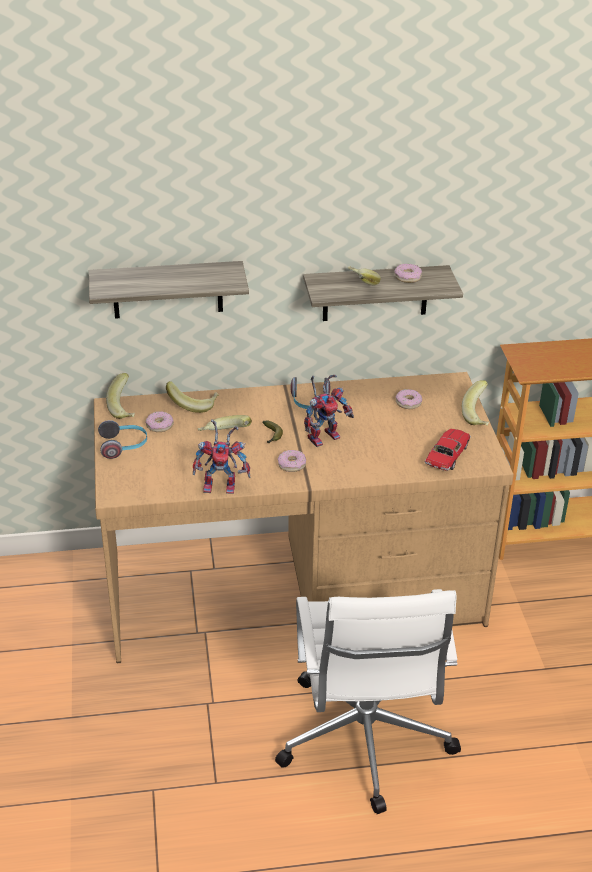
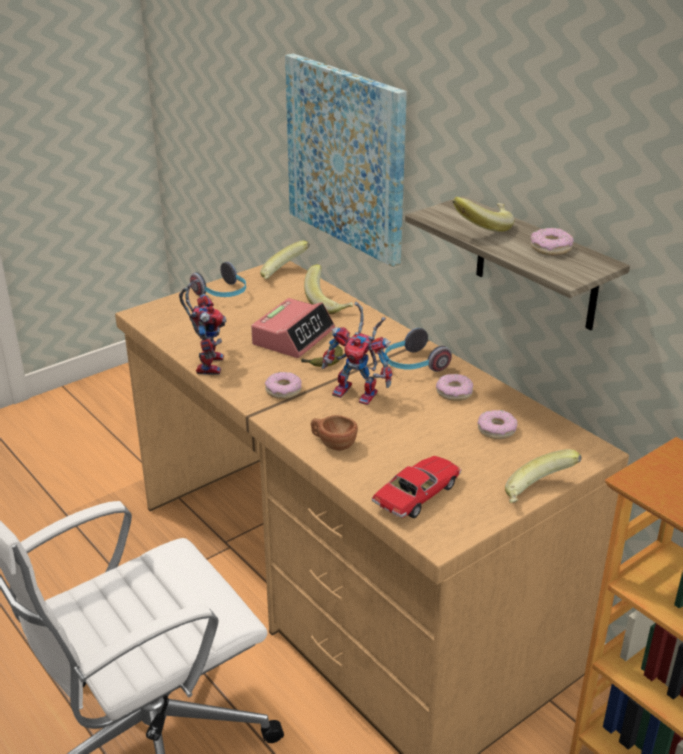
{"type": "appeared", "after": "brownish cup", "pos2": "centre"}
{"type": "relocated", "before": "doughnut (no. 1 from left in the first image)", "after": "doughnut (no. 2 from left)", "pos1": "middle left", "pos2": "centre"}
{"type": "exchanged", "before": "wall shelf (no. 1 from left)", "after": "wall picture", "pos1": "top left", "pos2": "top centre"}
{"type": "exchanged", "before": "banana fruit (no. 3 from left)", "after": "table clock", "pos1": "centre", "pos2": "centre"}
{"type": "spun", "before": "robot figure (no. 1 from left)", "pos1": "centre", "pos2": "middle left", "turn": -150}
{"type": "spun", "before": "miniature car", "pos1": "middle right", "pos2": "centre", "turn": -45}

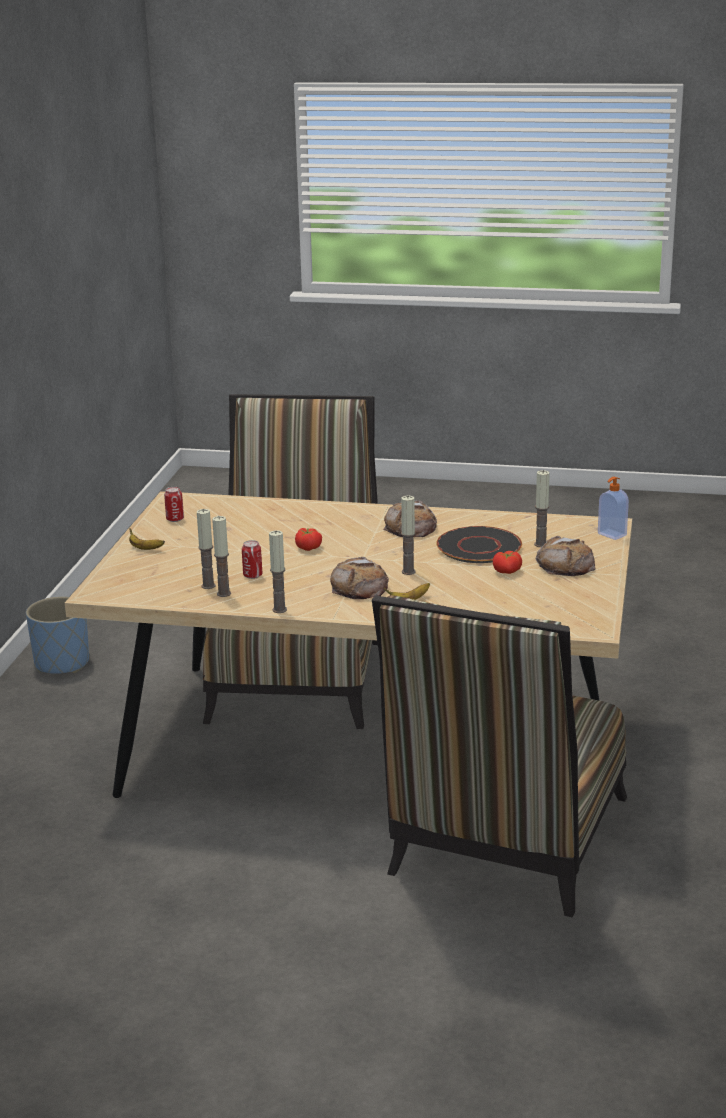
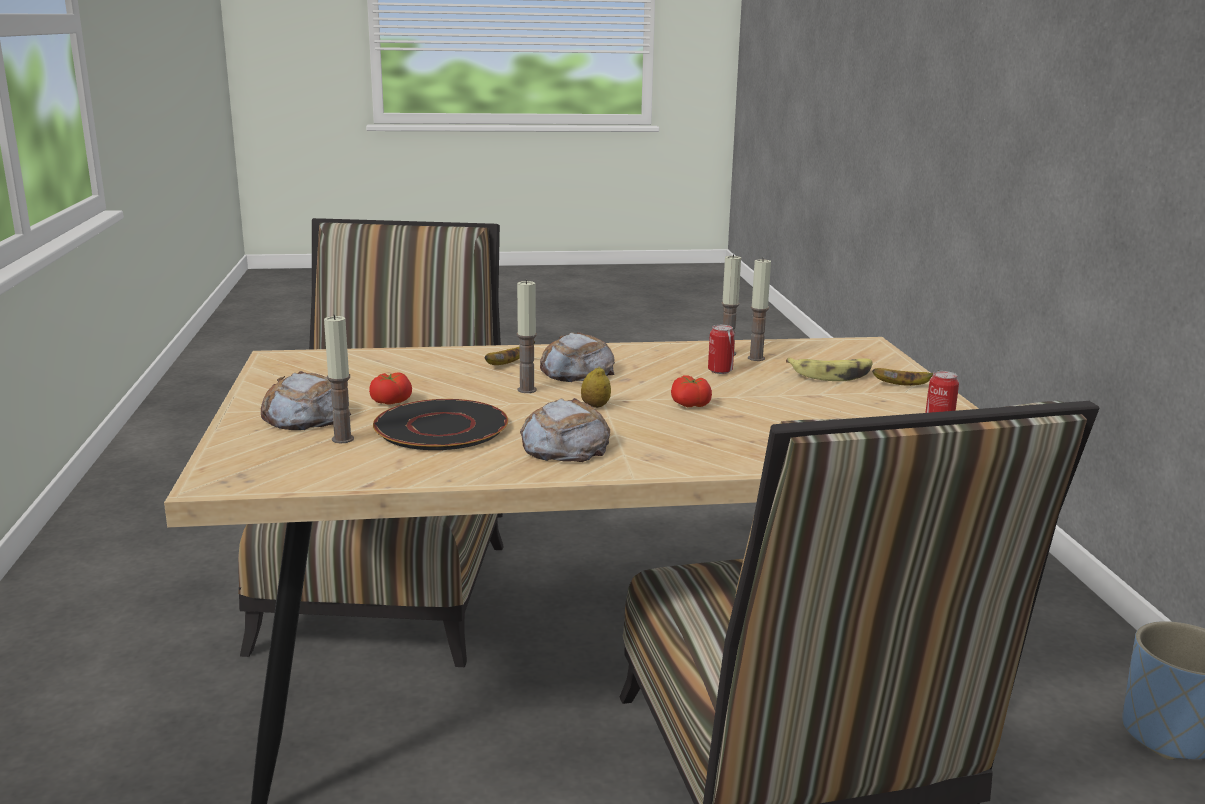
{"type": "missing", "before": "wax candle (no. 3 from left)", "pos1": "centre"}
{"type": "missing", "before": "soap bottle", "pos1": "middle right"}
{"type": "appeared", "after": "citrus fruit", "pos2": "centre"}
{"type": "appeared", "after": "banana fruit (no. 2 from left)", "pos2": "middle right"}

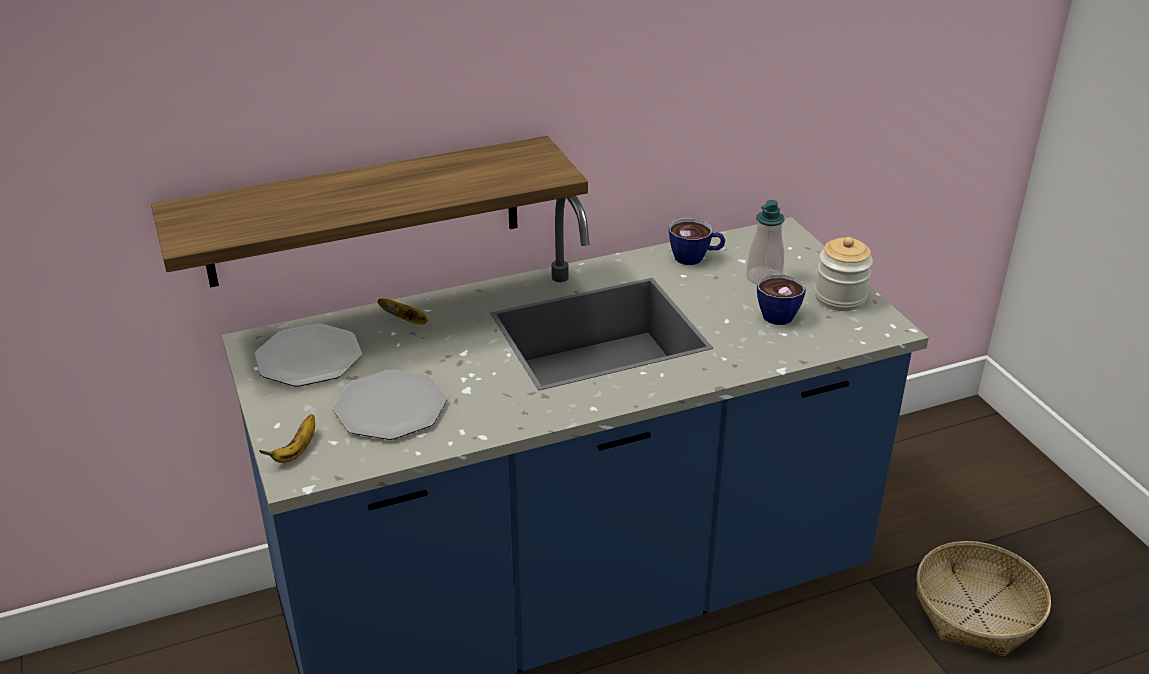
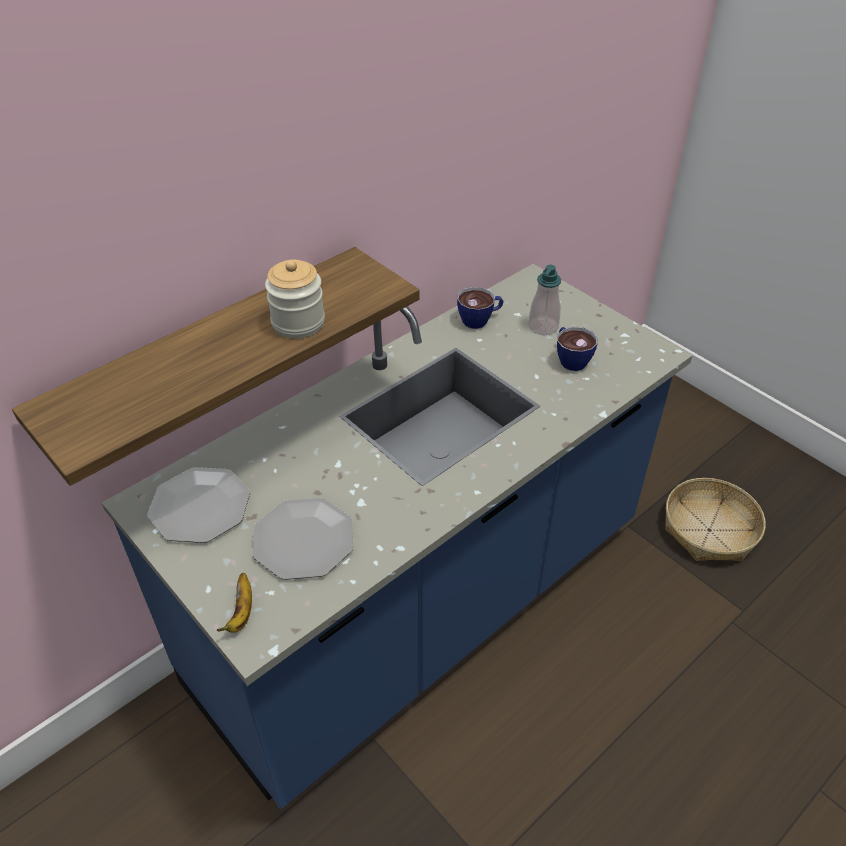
{"type": "missing", "before": "banana fruit (no. 2 from left)", "pos1": "centre"}
{"type": "relocated", "before": "jar", "pos1": "middle right", "pos2": "centre"}

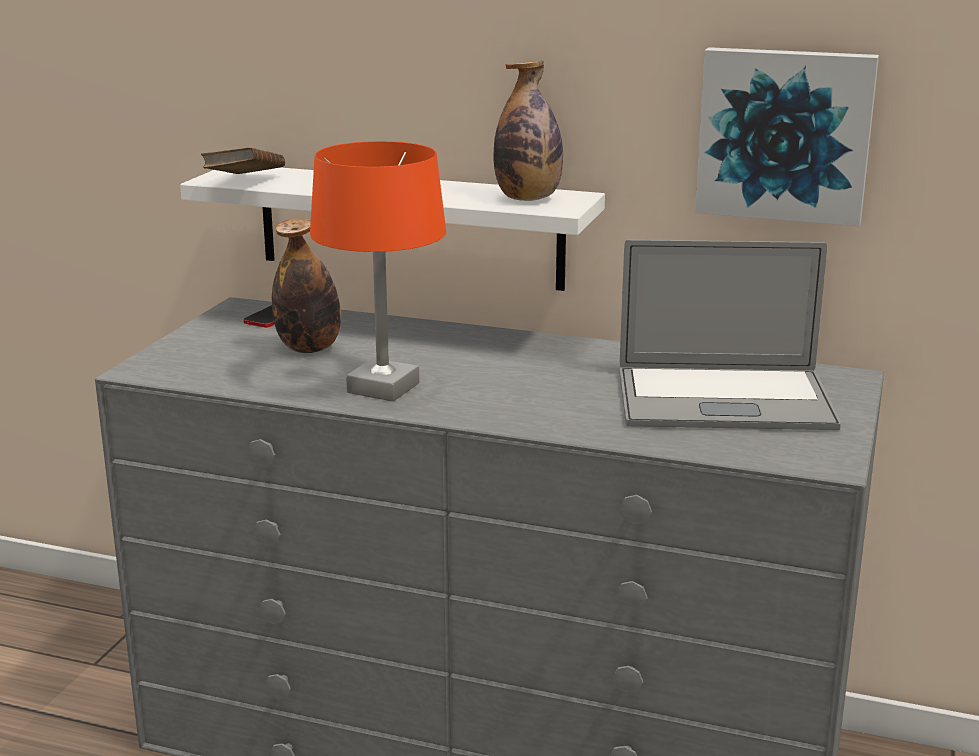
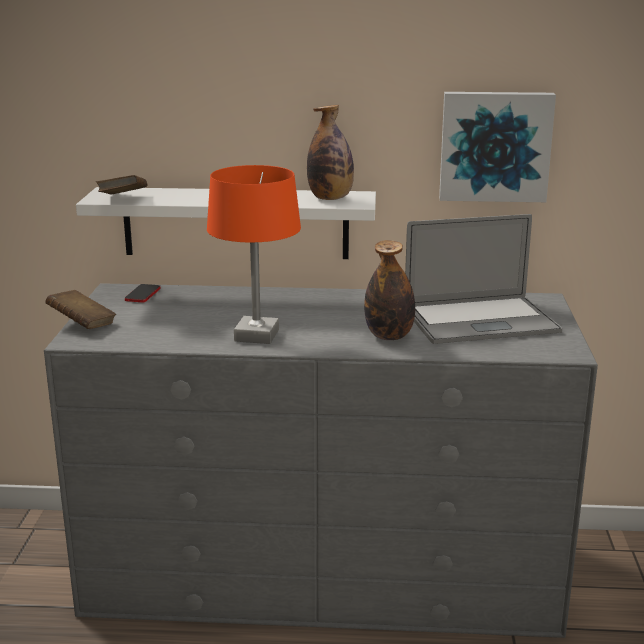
{"type": "appeared", "after": "brownish book (no. 1 from left)", "pos2": "middle left"}
{"type": "relocated", "before": "drink bottle (no. 1 from left in the first image)", "after": "drink bottle (no. 2 from left)", "pos1": "middle left", "pos2": "centre"}

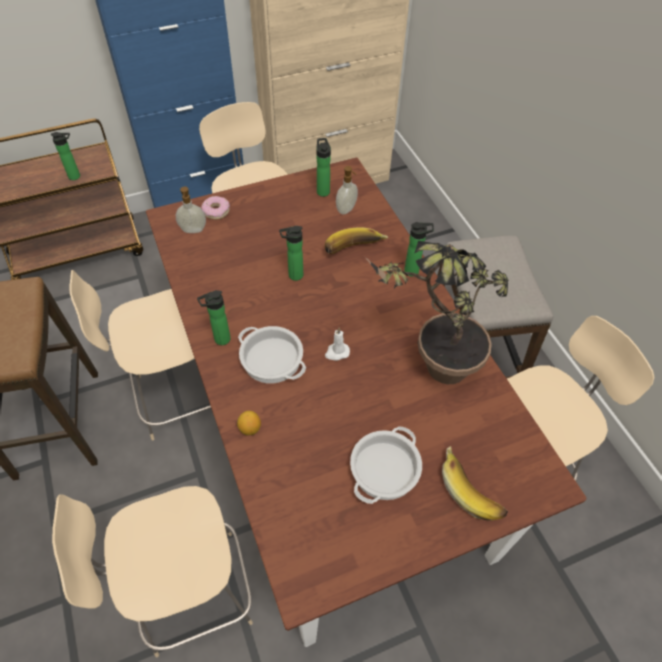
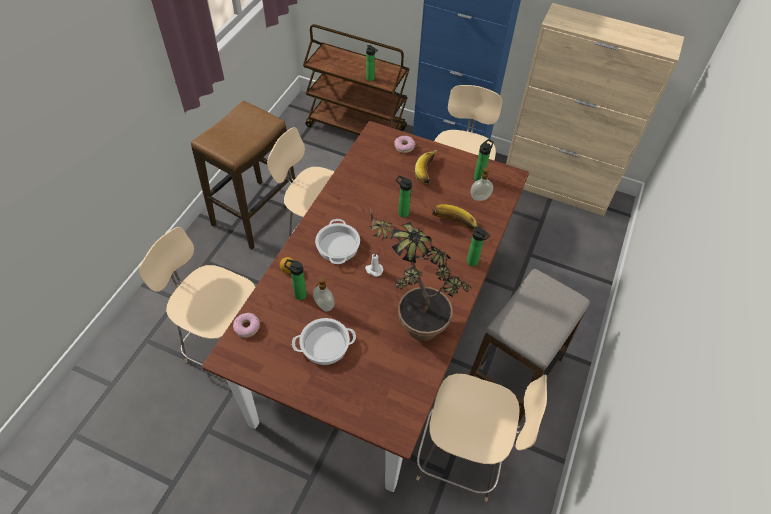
{"type": "appeared", "after": "doughnut (no. 1 from left)", "pos2": "middle left"}
{"type": "relocated", "before": "soap bottle (no. 1 from left)", "pos1": "top left", "pos2": "centre"}
{"type": "relocated", "before": "drink bottle (no. 2 from left in the first image)", "after": "drink bottle (no. 1 from left)", "pos1": "middle left", "pos2": "centre"}
{"type": "relocated", "before": "banana fruit (no. 2 from left in the first image)", "after": "banana fruit (no. 1 from left)", "pos1": "bottom right", "pos2": "top centre"}

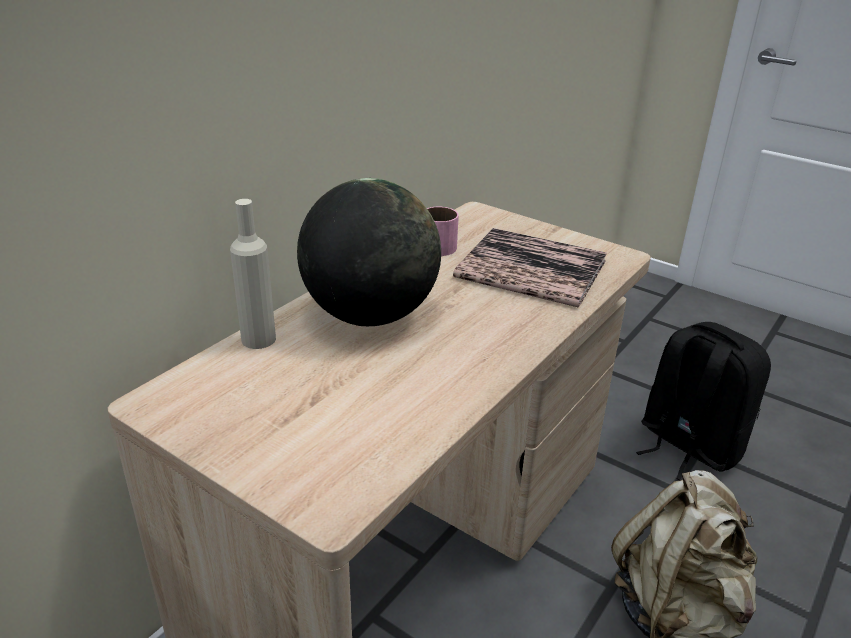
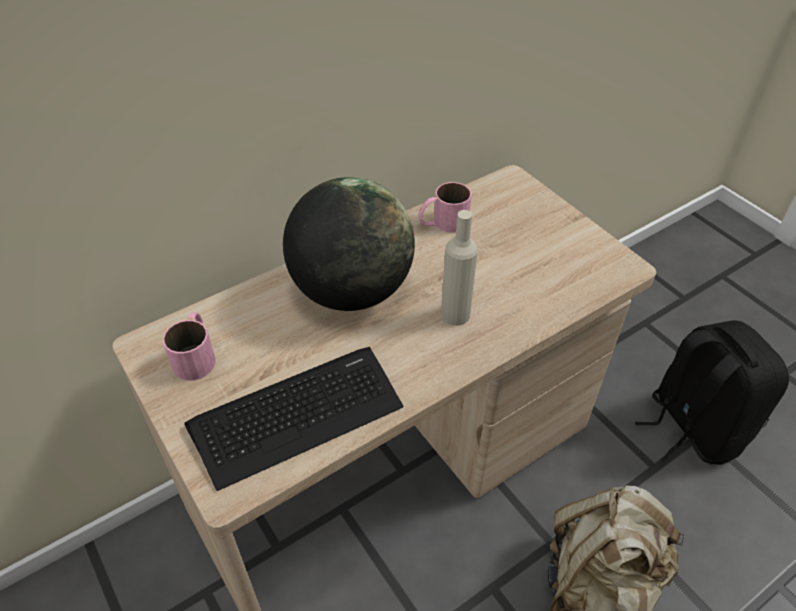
{"type": "missing", "before": "book", "pos1": "centre"}
{"type": "appeared", "after": "pink mug (no. 1 from left)", "pos2": "middle left"}
{"type": "appeared", "after": "computer keyboard", "pos2": "bottom centre"}
{"type": "relocated", "before": "sand-coloured drink bottle", "pos1": "middle left", "pos2": "centre"}

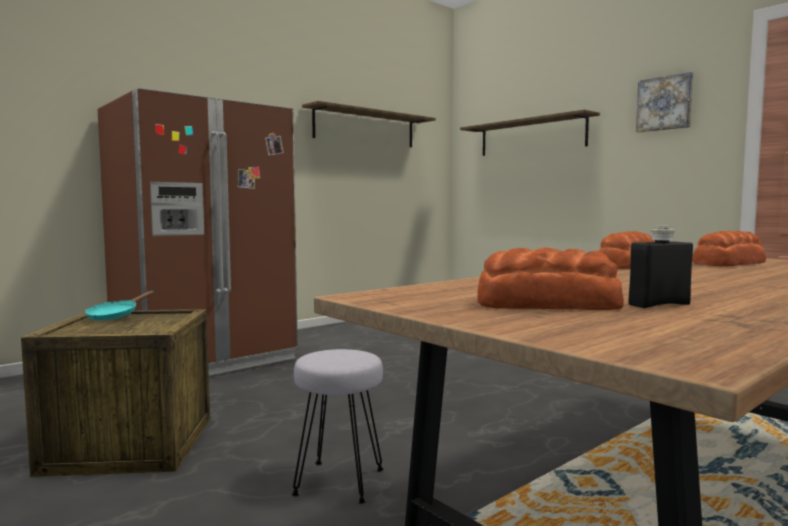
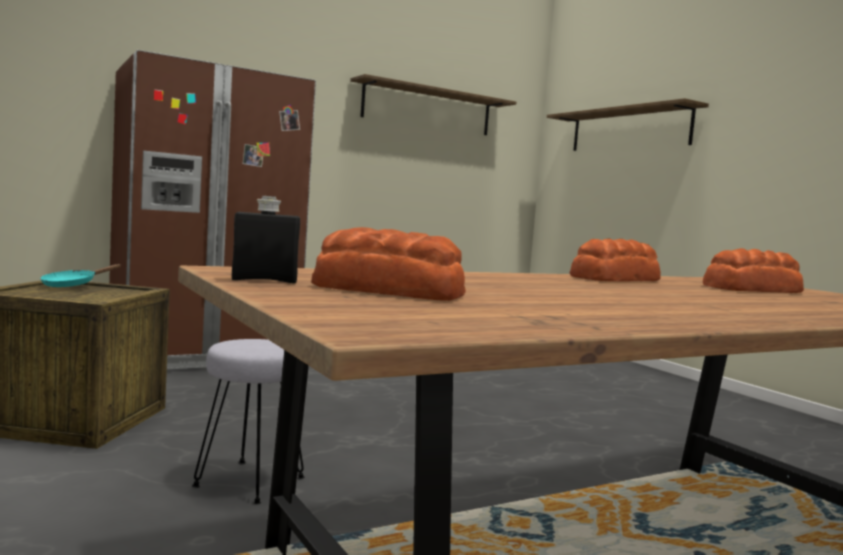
{"type": "missing", "before": "wall picture", "pos1": "top right"}
{"type": "relocated", "before": "blackish drink bottle", "pos1": "middle right", "pos2": "middle left"}

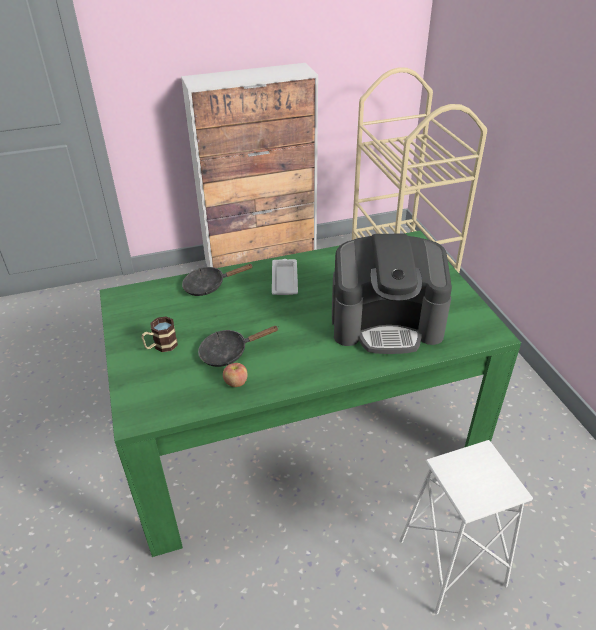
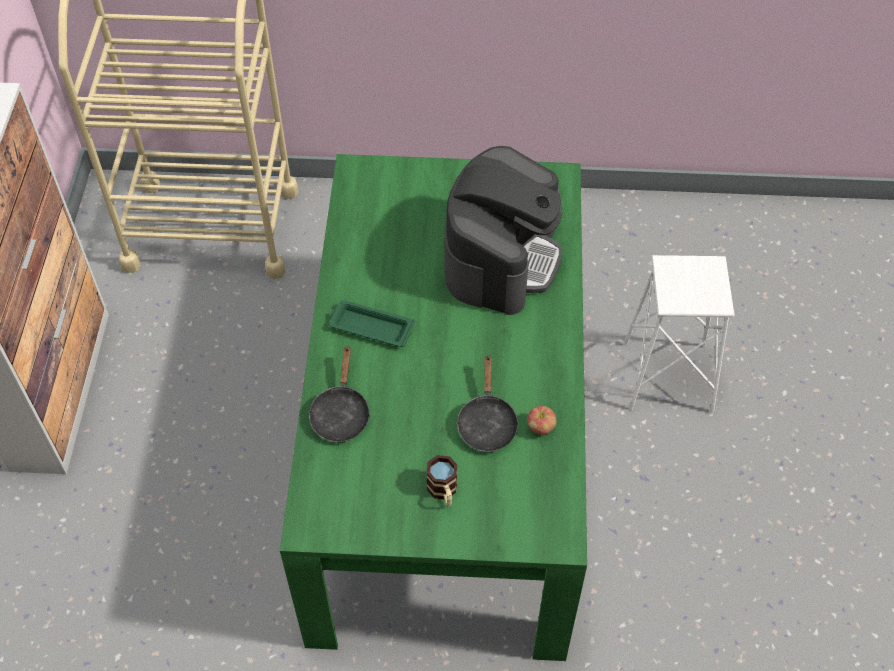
{"type": "colour", "before": "white carrying tray", "after": "green carrying tray", "pos1": "centre", "pos2": "centre"}

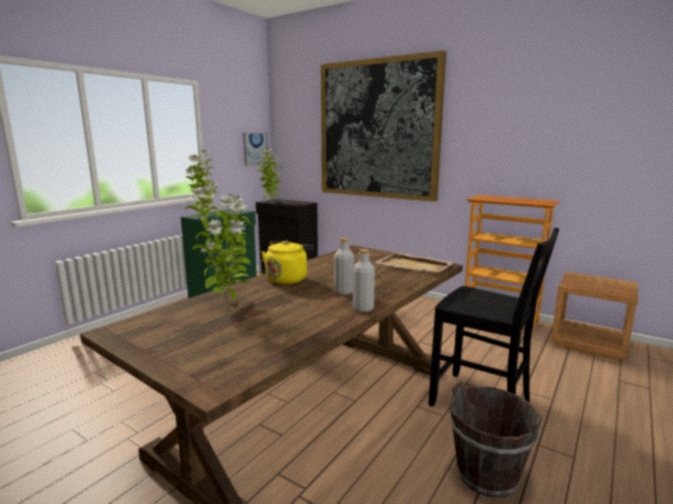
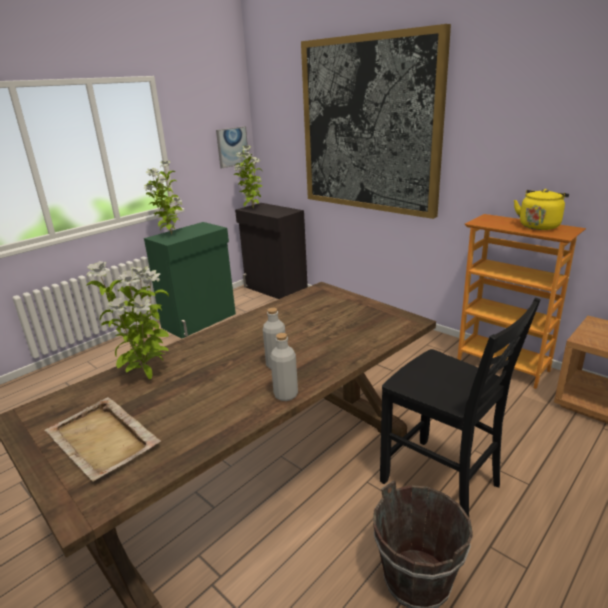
{"type": "relocated", "before": "yellowish water kettle", "pos1": "centre", "pos2": "middle right"}
{"type": "relocated", "before": "sand-coloured carrying tray", "pos1": "centre", "pos2": "bottom left"}

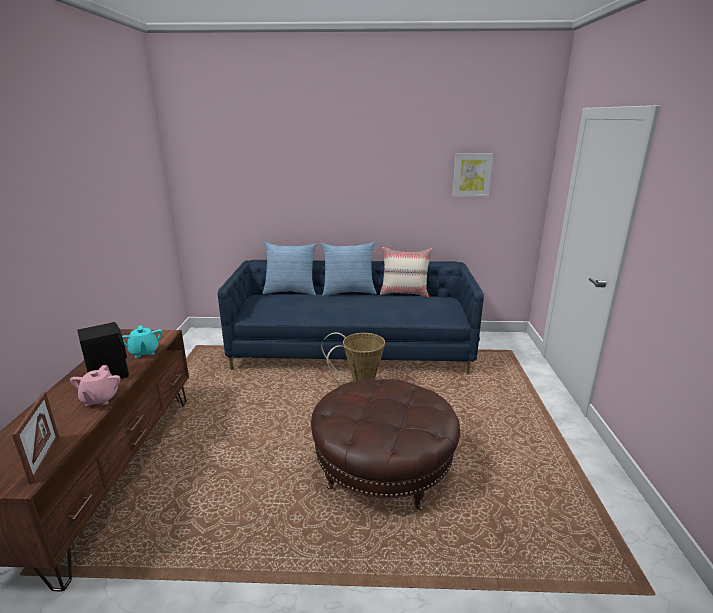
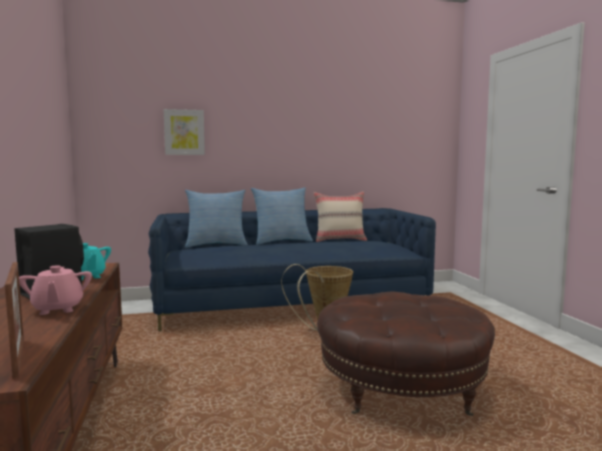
{"type": "relocated", "before": "wall picture", "pos1": "top centre", "pos2": "top left"}

